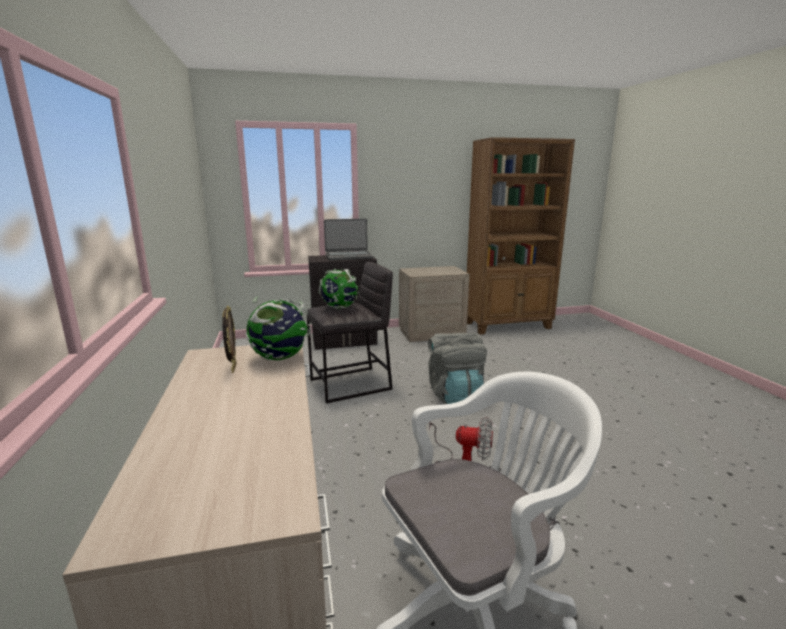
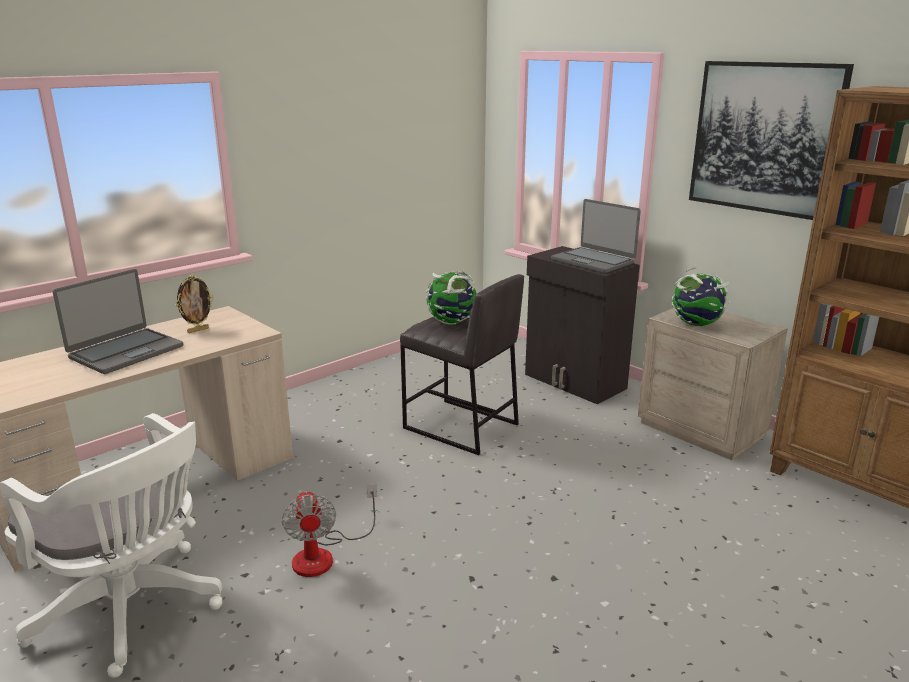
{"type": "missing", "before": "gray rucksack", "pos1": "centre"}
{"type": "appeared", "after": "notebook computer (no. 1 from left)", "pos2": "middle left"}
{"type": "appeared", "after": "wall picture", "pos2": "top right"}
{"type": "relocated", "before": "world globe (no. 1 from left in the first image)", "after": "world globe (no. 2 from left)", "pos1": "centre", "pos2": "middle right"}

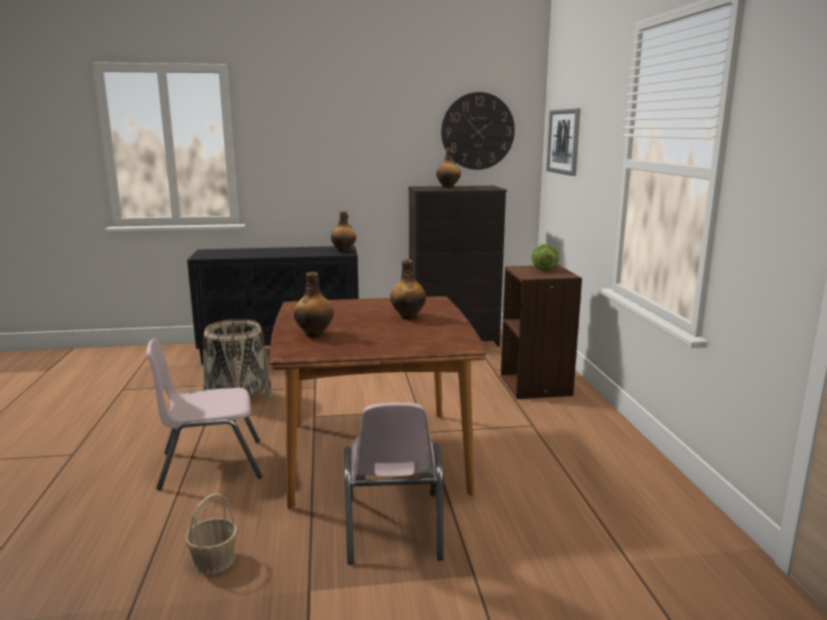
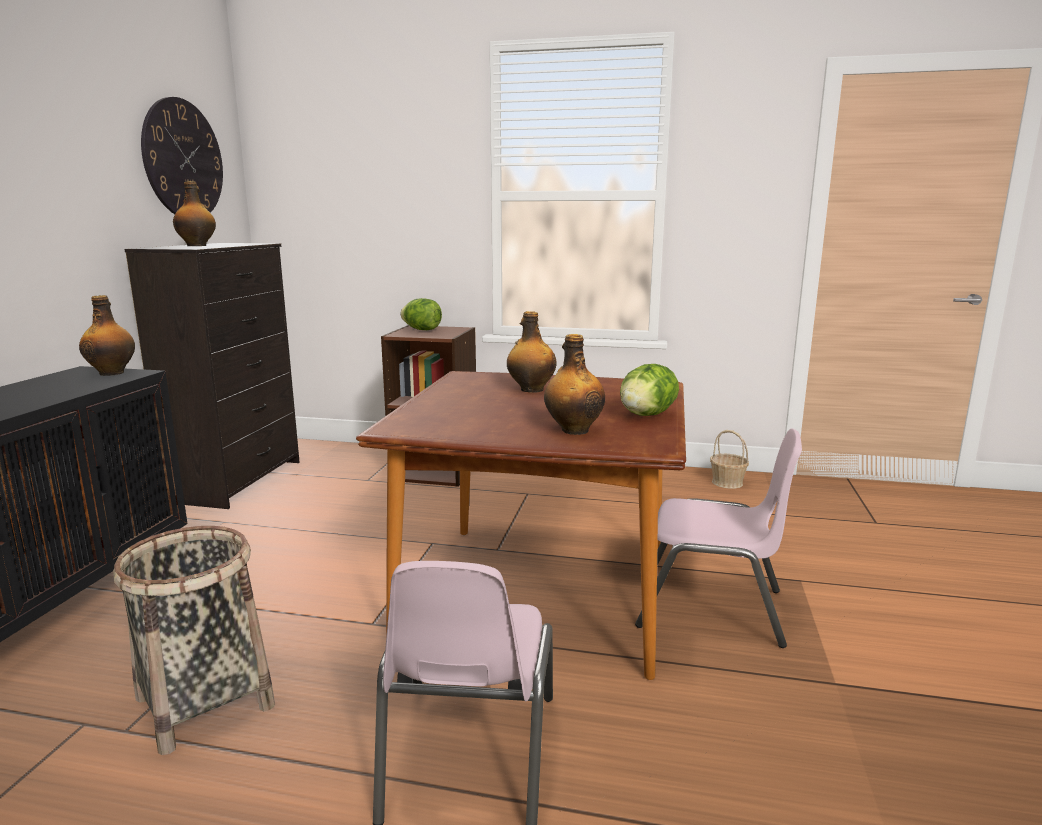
{"type": "missing", "before": "wall picture", "pos1": "top right"}
{"type": "appeared", "after": "head of lettuce (no. 2 from left)", "pos2": "centre"}
{"type": "relocated", "before": "storage basket (no. 1 from left in the first image)", "after": "storage basket (no. 2 from left)", "pos1": "bottom left", "pos2": "middle right"}

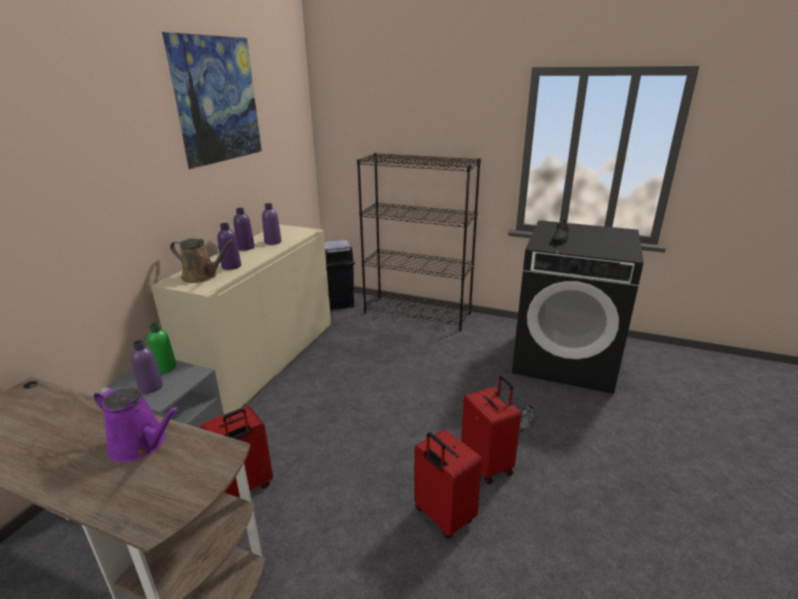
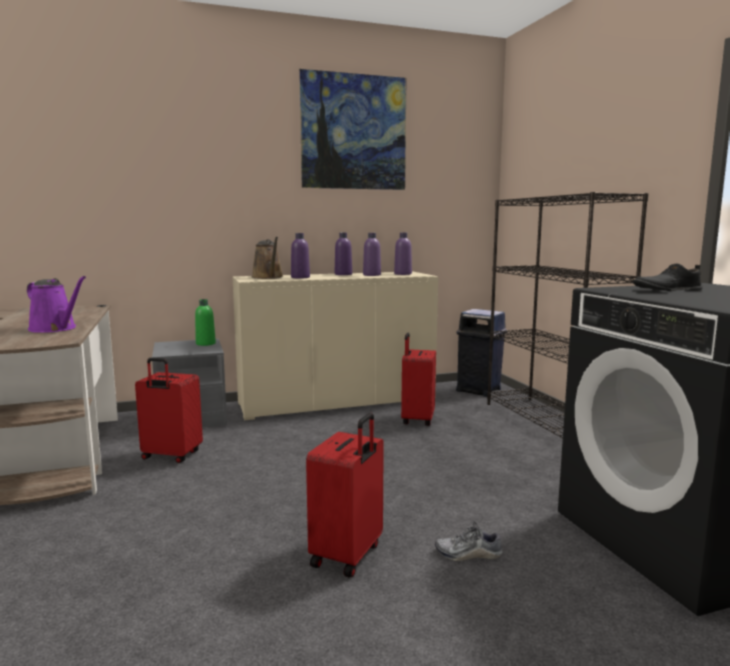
{"type": "relocated", "before": "purple drink bottle (no. 1 from left in the first image)", "after": "purple drink bottle (no. 4 from left)", "pos1": "middle left", "pos2": "centre"}
{"type": "relocated", "before": "reddish travel case (no. 2 from left in the first image)", "after": "reddish travel case (no. 3 from left)", "pos1": "bottom centre", "pos2": "centre"}
{"type": "spun", "before": "purple sprinkling can", "pos1": "bottom left", "pos2": "middle left", "turn": -45}

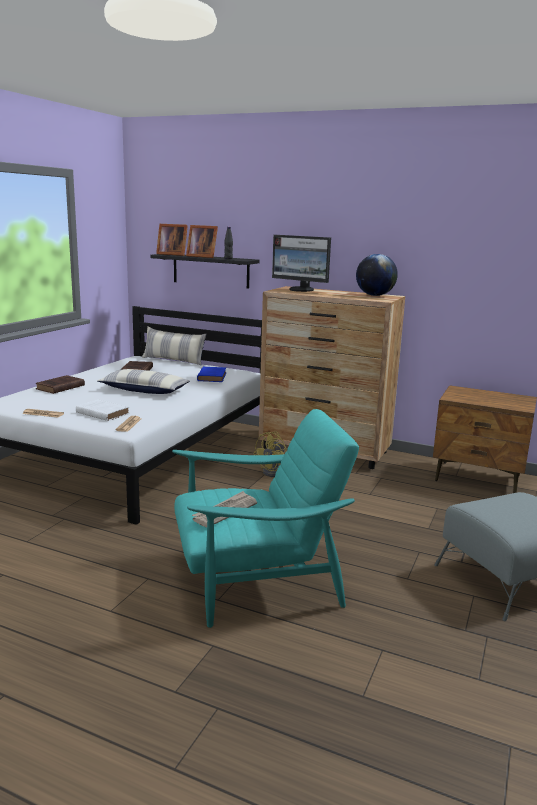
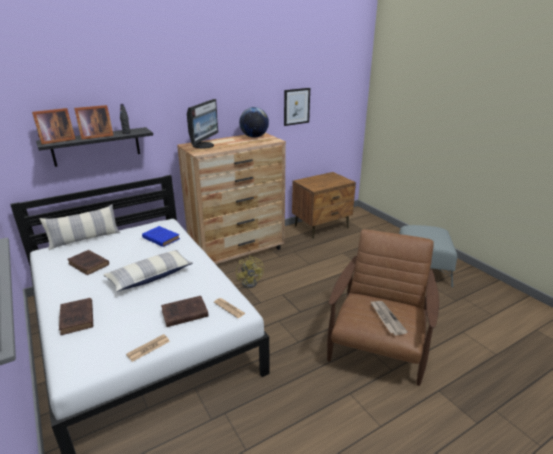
{"type": "appeared", "after": "wall picture", "pos2": "top centre"}
{"type": "colour", "before": "white book", "after": "brownish book (no. 3 from left)", "pos1": "middle left", "pos2": "bottom centre"}
{"type": "colour", "before": "turquoise-coloured armchair", "after": "brownish armchair", "pos1": "centre", "pos2": "bottom right"}
{"type": "spun", "before": "monitor", "pos1": "top centre", "pos2": "top centre", "turn": -45}

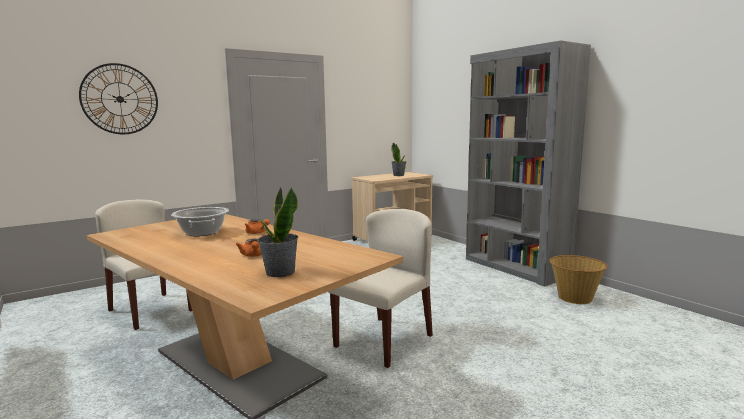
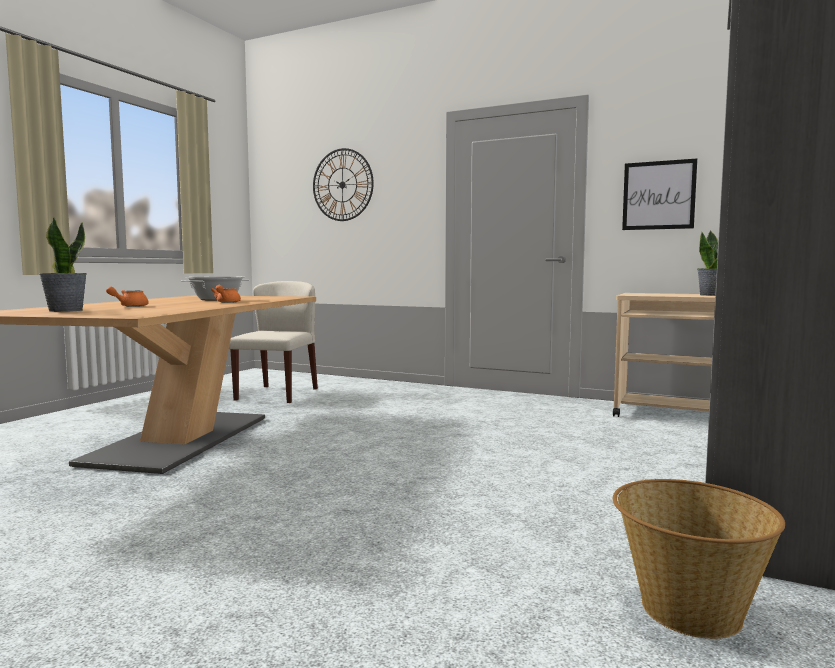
{"type": "missing", "before": "sand-coloured plain chair (no. 2 from left)", "pos1": "bottom centre"}
{"type": "appeared", "after": "wall picture", "pos2": "top right"}

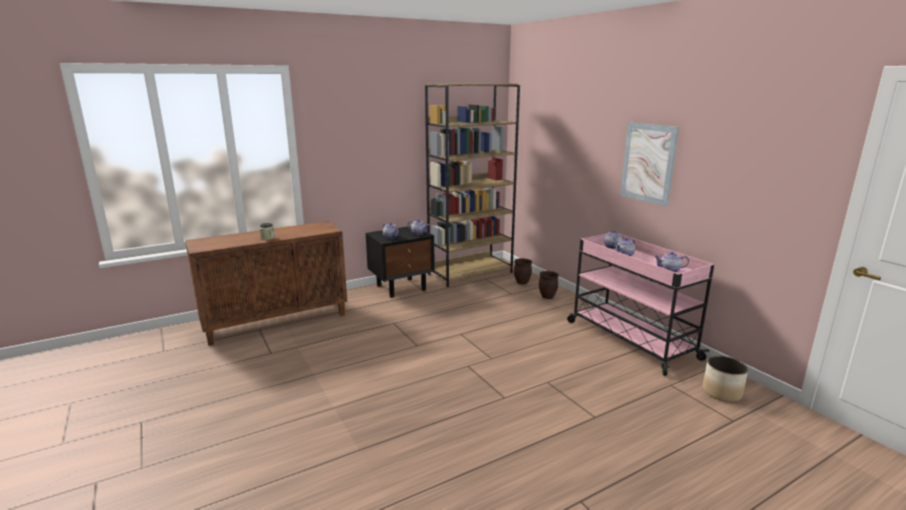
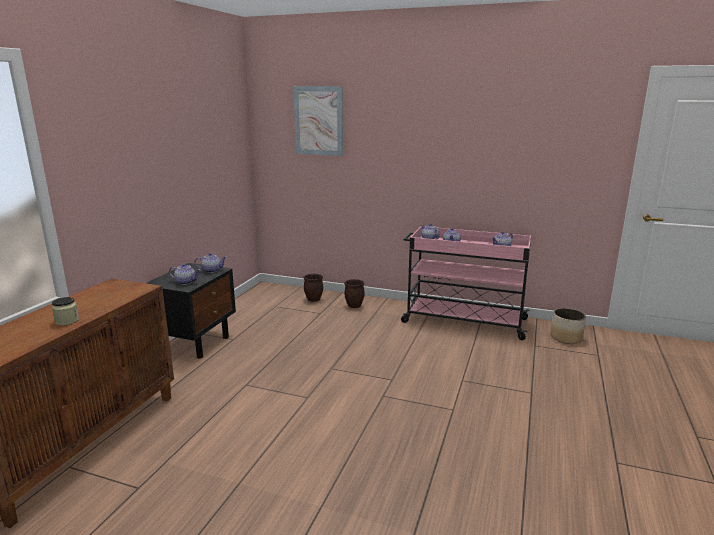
{"type": "missing", "before": "brownish bookcase", "pos1": "centre"}
{"type": "relocated", "before": "wall picture", "pos1": "top right", "pos2": "top centre"}

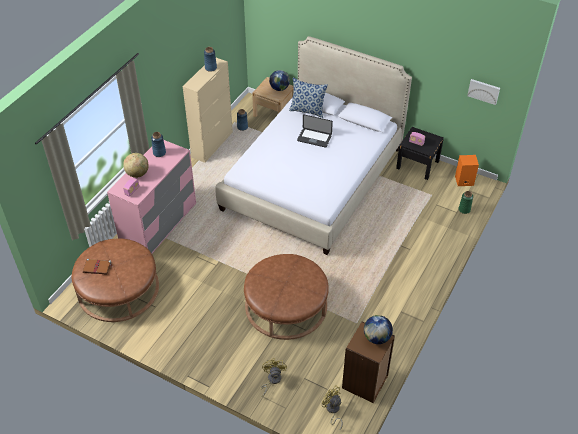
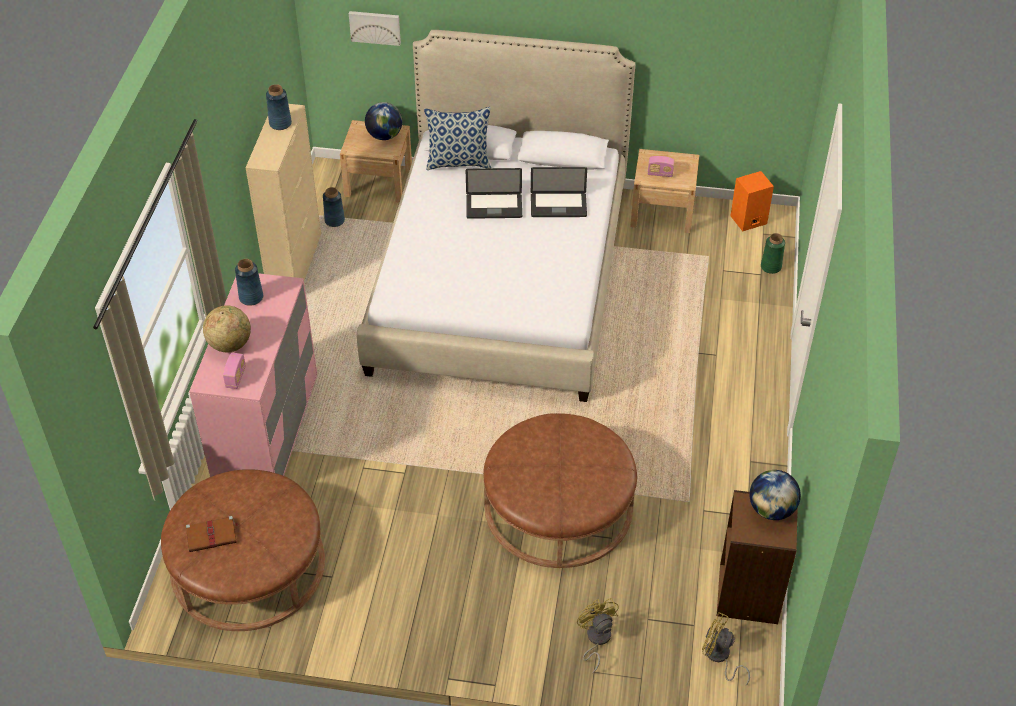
{"type": "appeared", "after": "notebook computer (no. 2 from left)", "pos2": "top centre"}
{"type": "relocated", "before": "wall picture", "pos1": "top right", "pos2": "top centre"}
{"type": "colour", "before": "blackish bedside table", "after": "sand-coloured bedside table (no. 2 from left)", "pos1": "middle right", "pos2": "top centre"}

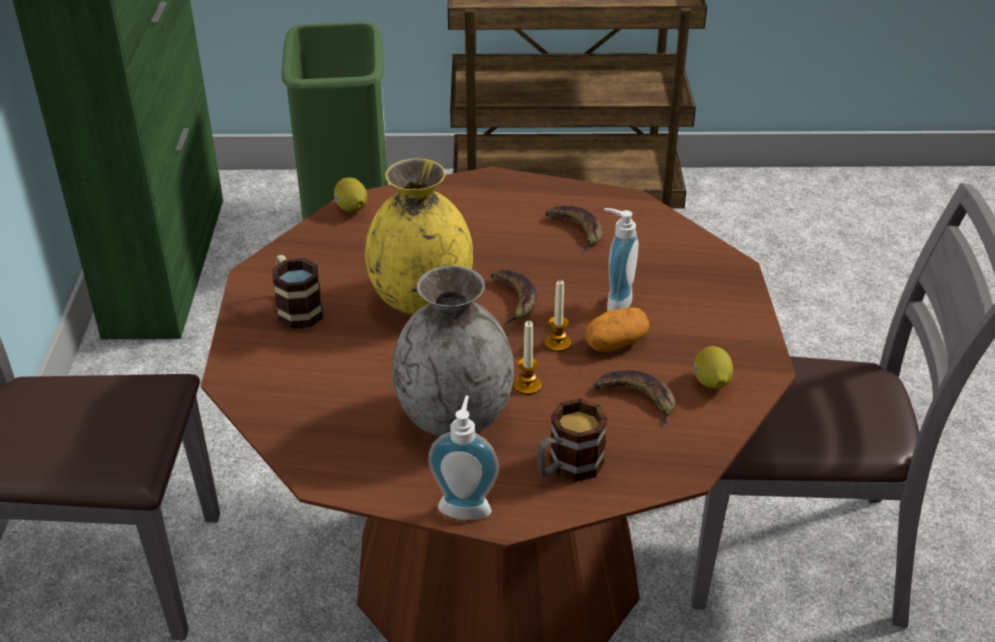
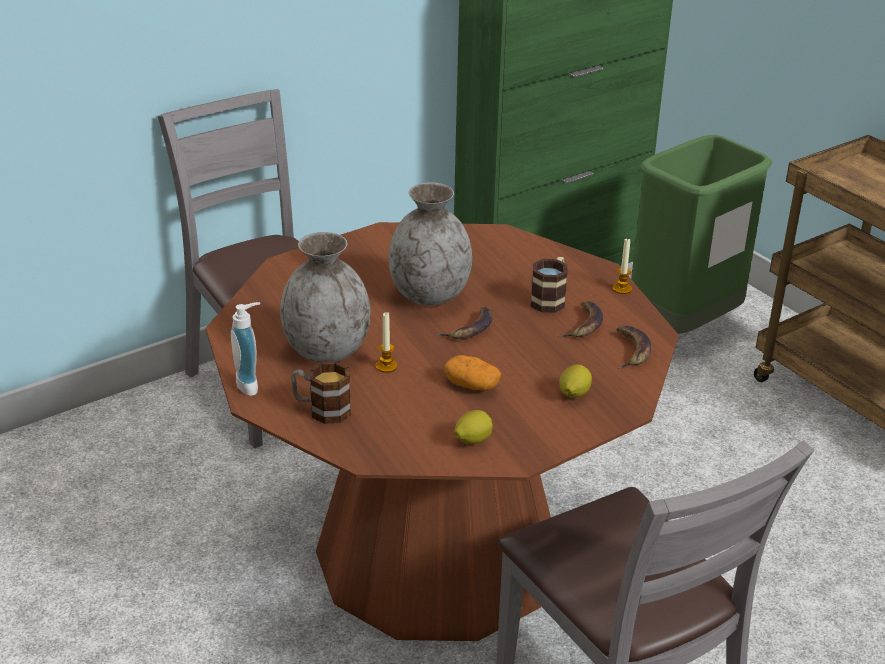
{"type": "missing", "before": "soap bottle (no. 2 from left)", "pos1": "centre"}
{"type": "relocated", "before": "mug (no. 1 from left in the first image)", "after": "mug (no. 2 from left)", "pos1": "middle left", "pos2": "centre"}
{"type": "relocated", "before": "citrus fruit (no. 1 from left in the first image)", "after": "citrus fruit (no. 2 from left)", "pos1": "top centre", "pos2": "centre"}
{"type": "relocated", "before": "wax candle (no. 2 from left)", "pos1": "centre", "pos2": "middle right"}
{"type": "relocated", "before": "banana fruit (no. 3 from left)", "pos1": "centre", "pos2": "middle right"}
{"type": "colour", "before": "yellowish decorative vase", "after": "gray decorative vase (no. 2 from left)", "pos1": "centre", "pos2": "centre"}

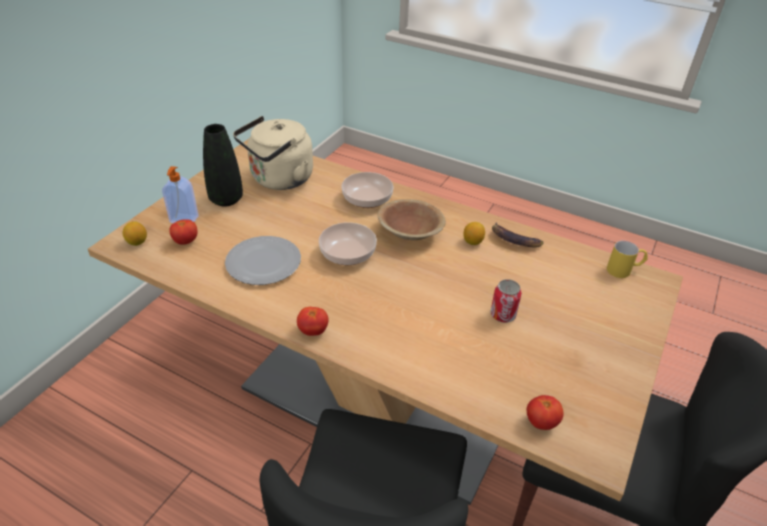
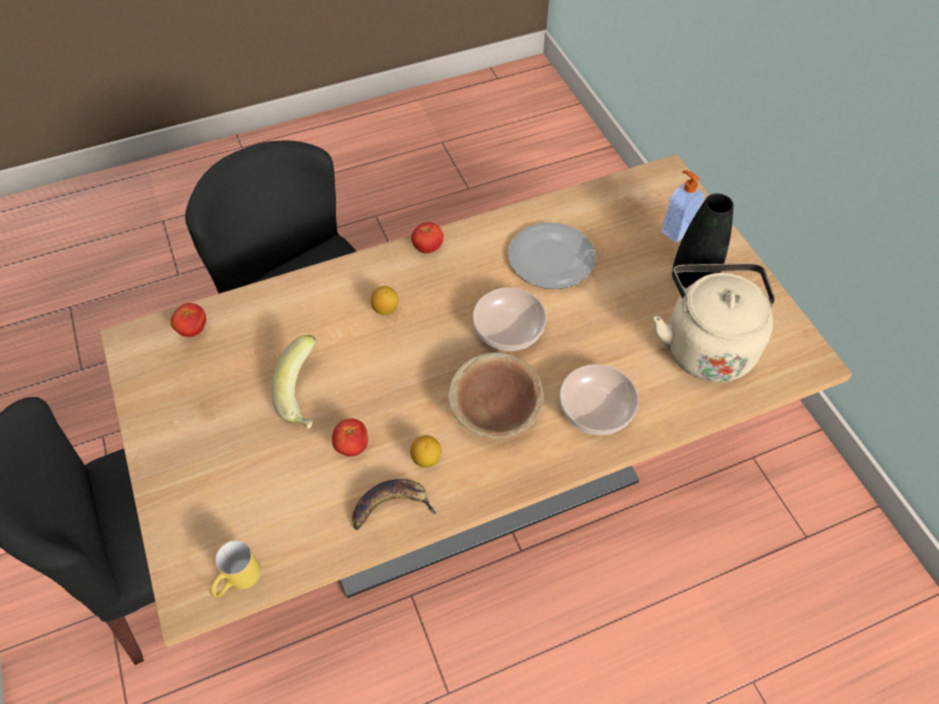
{"type": "relocated", "before": "citrus fruit (no. 1 from left)", "pos1": "middle left", "pos2": "centre"}
{"type": "relocated", "before": "tomato (no. 1 from left in the first image)", "after": "tomato (no. 2 from left)", "pos1": "middle left", "pos2": "centre"}
{"type": "exchanged", "before": "can", "after": "banana fruit (no. 1 from left)", "pos1": "centre", "pos2": "middle left"}

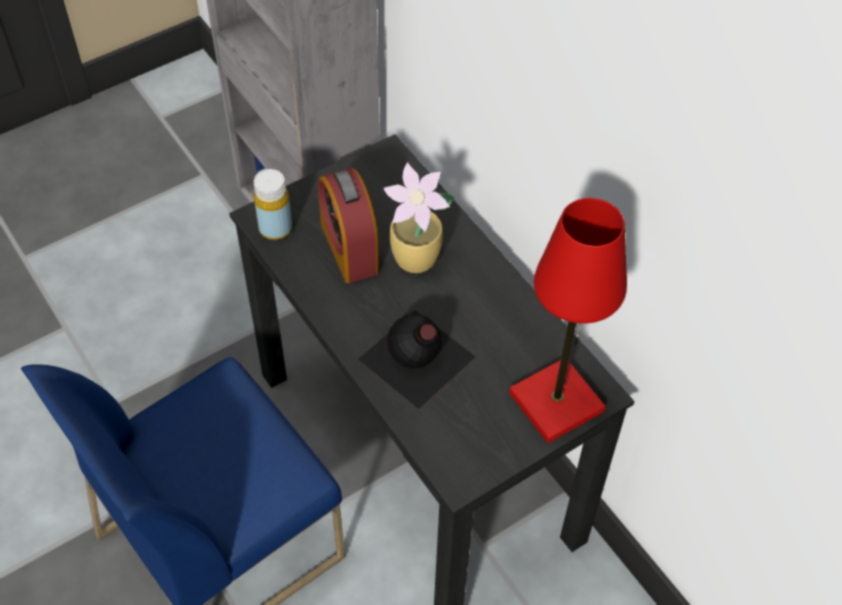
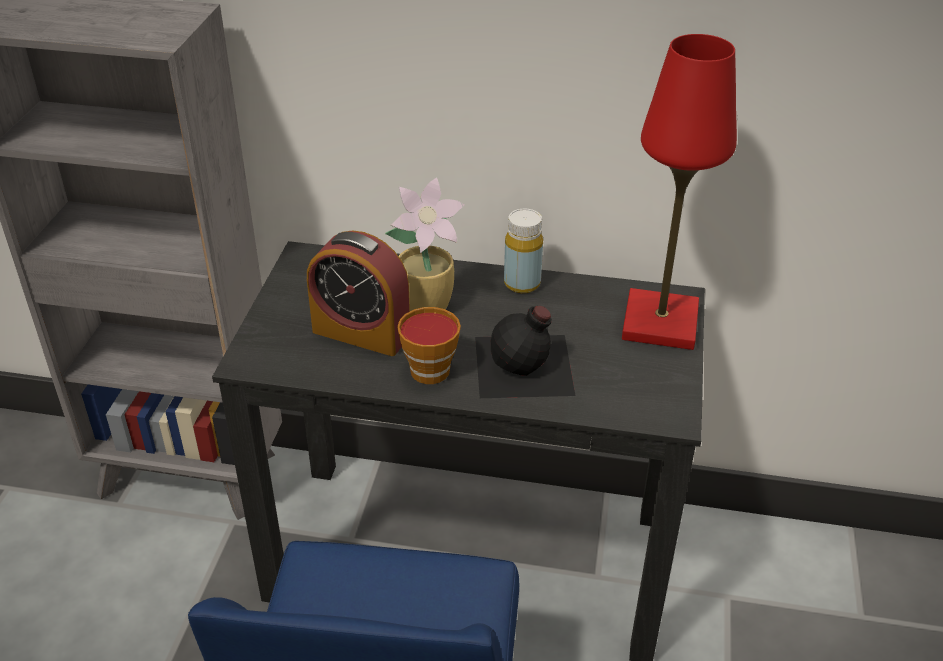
{"type": "appeared", "after": "cup", "pos2": "centre"}
{"type": "relocated", "before": "yellowish drink bottle", "pos1": "middle left", "pos2": "centre"}

